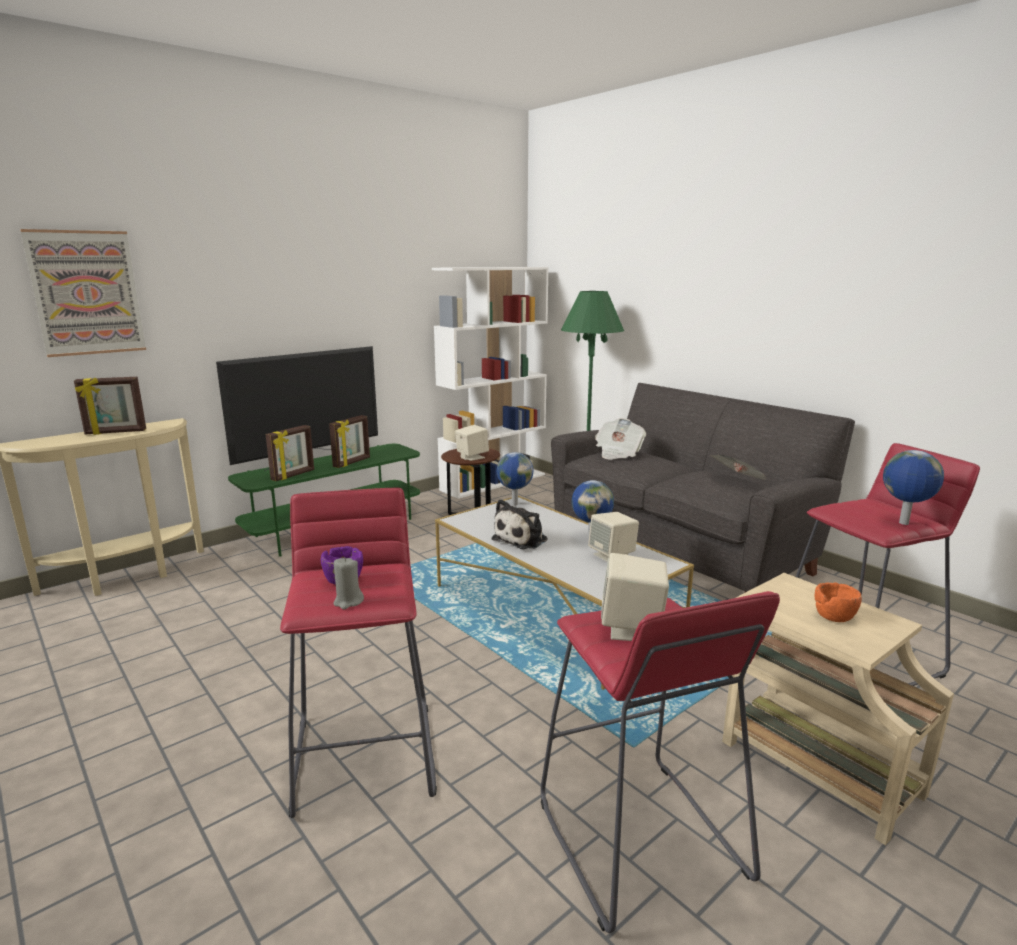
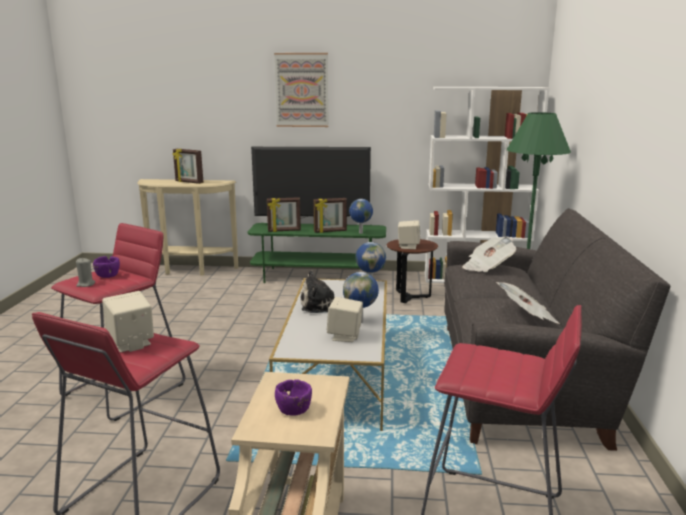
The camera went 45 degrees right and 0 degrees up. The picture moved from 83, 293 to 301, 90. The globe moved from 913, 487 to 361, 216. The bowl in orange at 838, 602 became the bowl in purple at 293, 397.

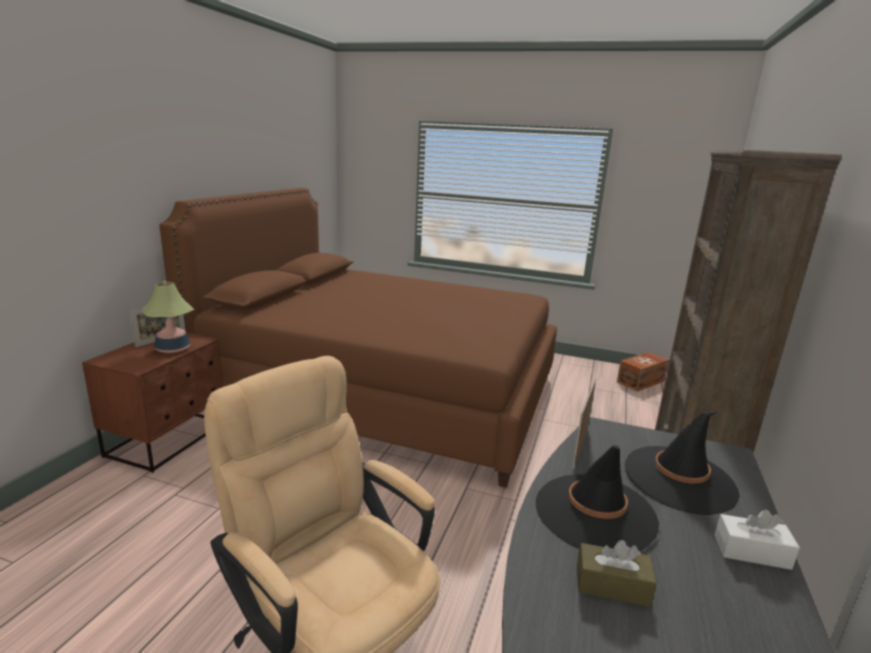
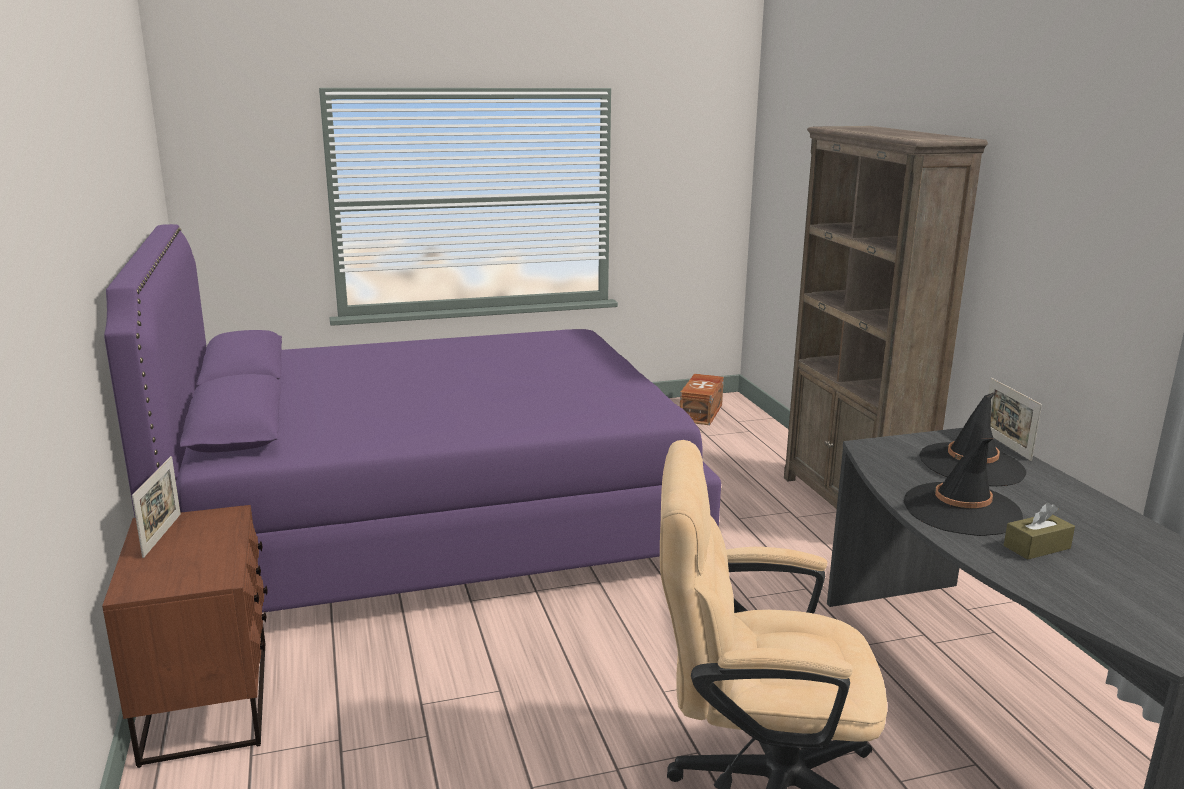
The camera went 35 degrees left and 0 degrees up. The table lamp at 168, 317 disappeared. The tissue box in white at 757, 539 disappeared. The picture frame moved from 584, 424 to 1015, 419. The bed in brown at 358, 338 became the bed in purple at 412, 418.

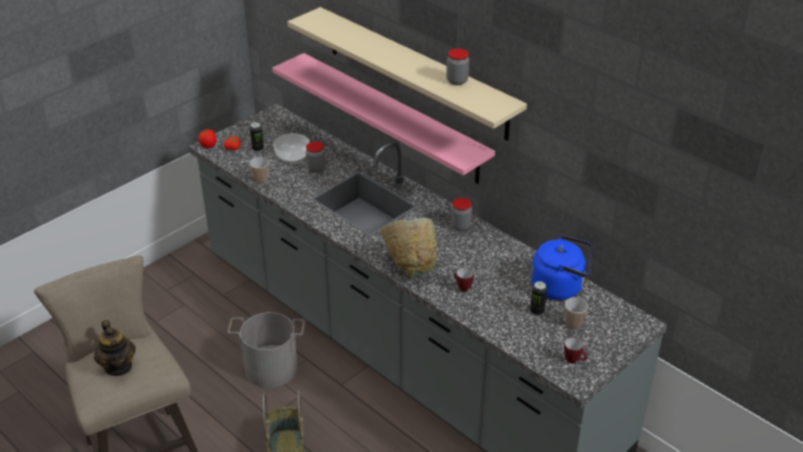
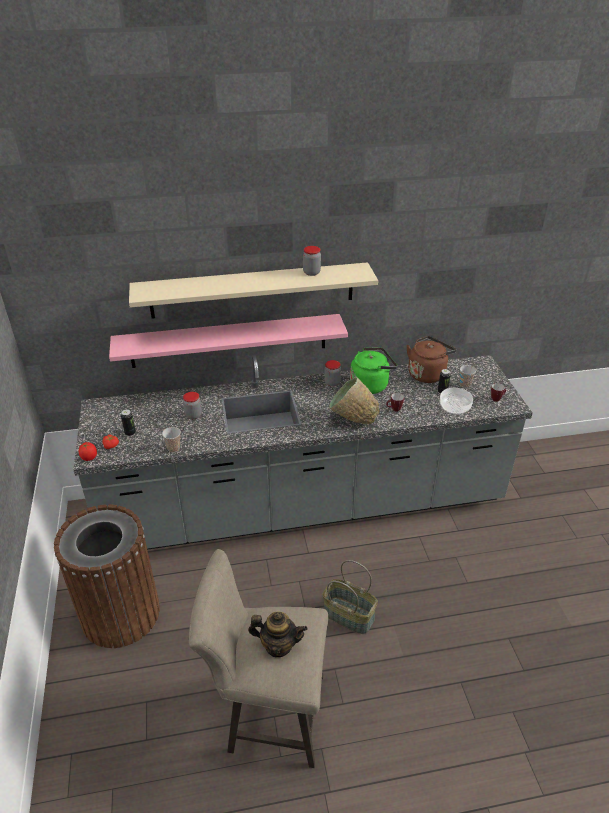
The camera went 55 degrees left and 0 degrees up. The bucket in grey at 266, 350 disappeared. The trash can in brown at 107, 576 appeared. The kettle in green at 374, 370 appeared. The bowl moved from 292, 148 to 456, 401. The kettle in blue at 561, 267 became the kettle in brown at 431, 359.

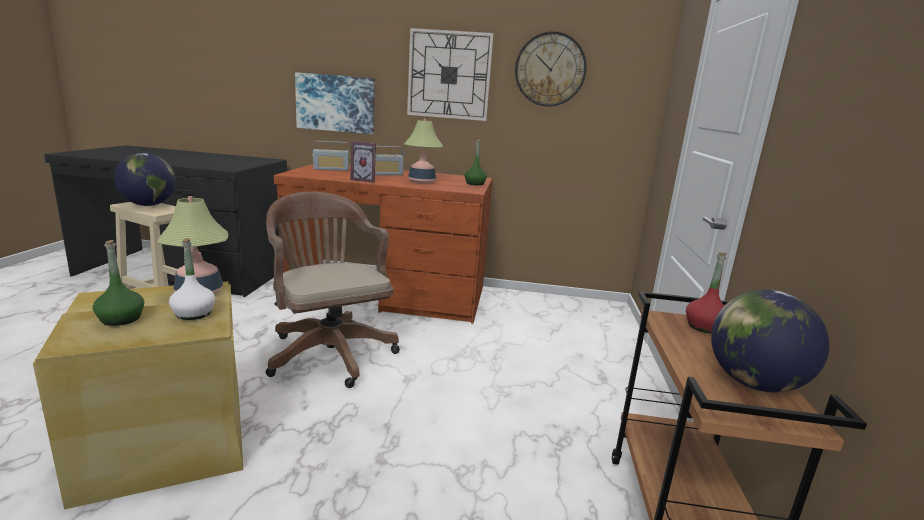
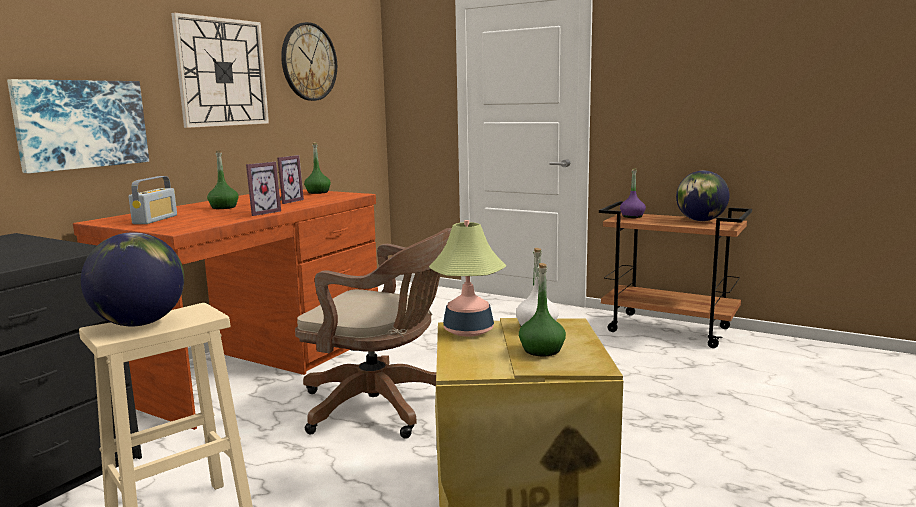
The camera went 65 degrees left and 5 degrees down. The radio at 389, 160 was replaced by the bottle in green at 223, 180. The table lamp at 423, 151 was replaced by the picture frame at 290, 179. The bottle in red at 706, 293 became the bottle in purple at 633, 193. The office chair in brown at 333, 290 turned 150 degrees counterclockwise.

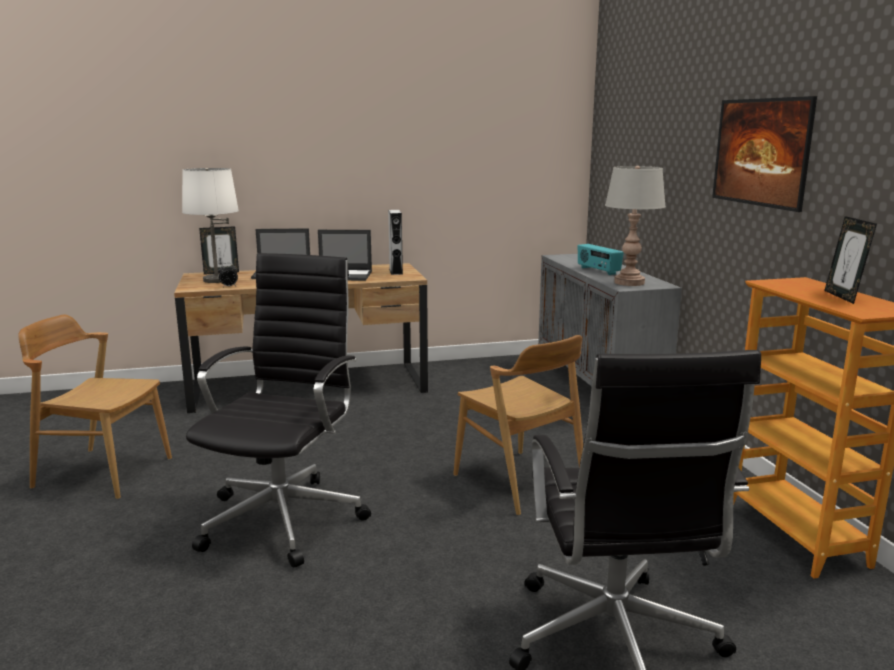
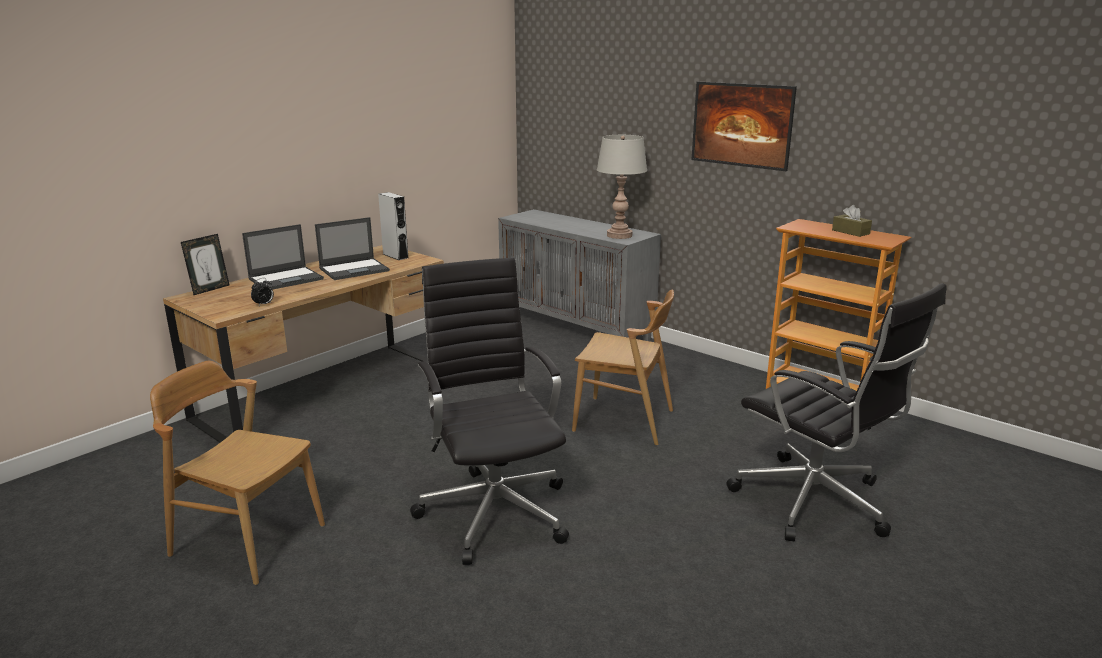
The camera went 35 degrees left and 5 degrees up. The table lamp in white at 210, 225 disappeared. The radio at 601, 259 disappeared. The picture frame at 850, 260 was replaced by the tissue box in brown at 852, 221. The chair in brown at 95, 407 turned 45 degrees clockwise.

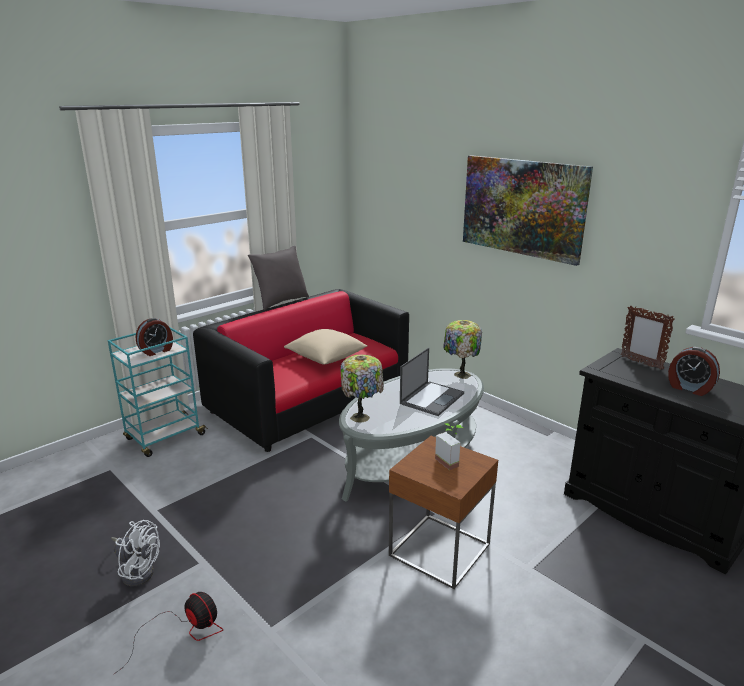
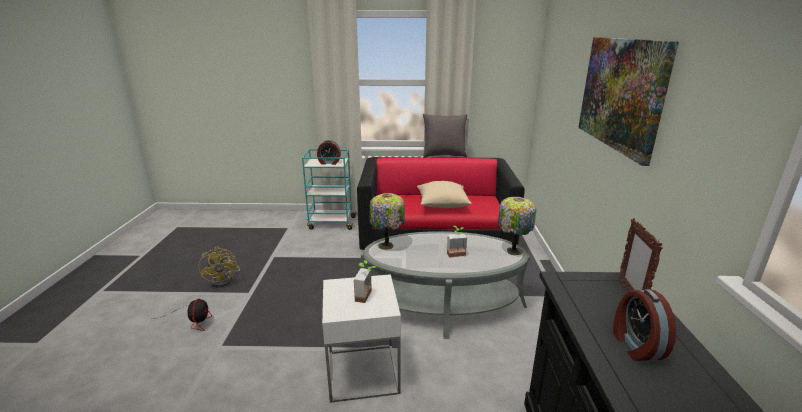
The camera went 45 degrees right and 0 degrees up. The laptop at 432, 382 was replaced by the potted plant at 457, 241. The fan in white at 135, 553 became the fan in yellow at 219, 267. The side table in brown at 443, 512 became the side table in white at 361, 338.

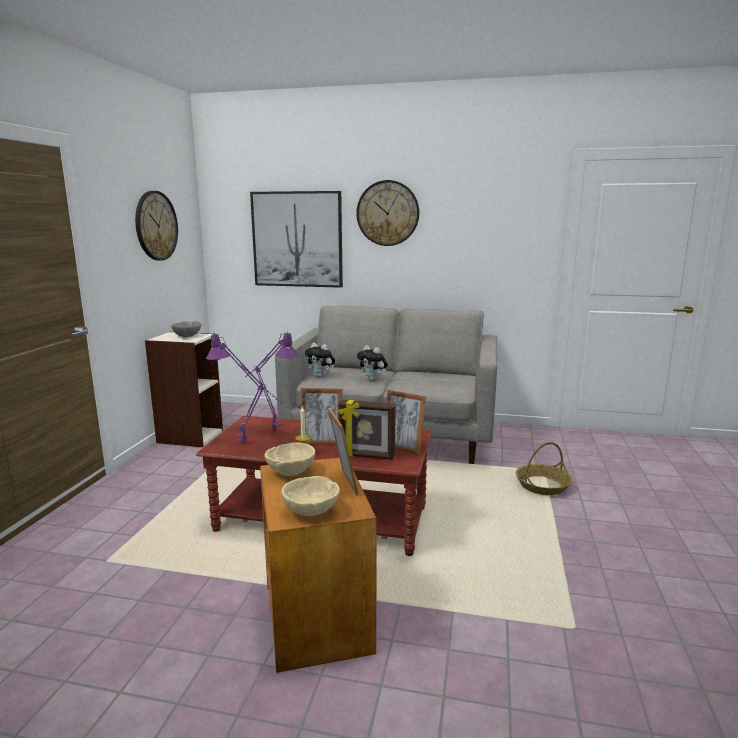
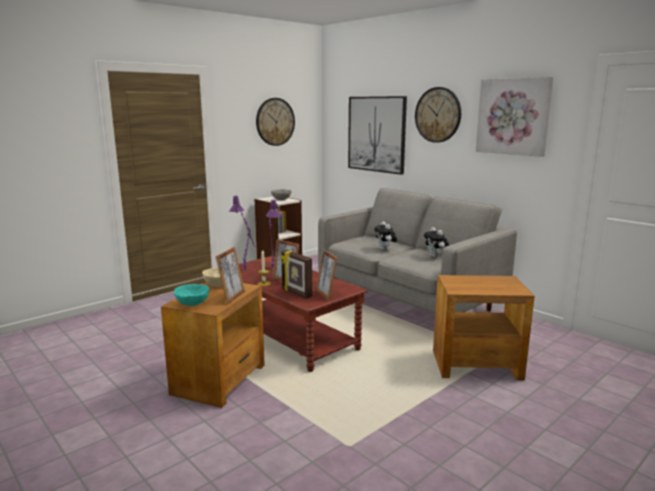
The camera went 35 degrees right and 0 degrees up. The picture at 515, 117 appeared. The plush toy moved from 320, 360 to 436, 242. The basket at 544, 468 was replaced by the side table in brown at 484, 327. The bowl in beige at 310, 496 became the bowl in turquoise at 191, 295.

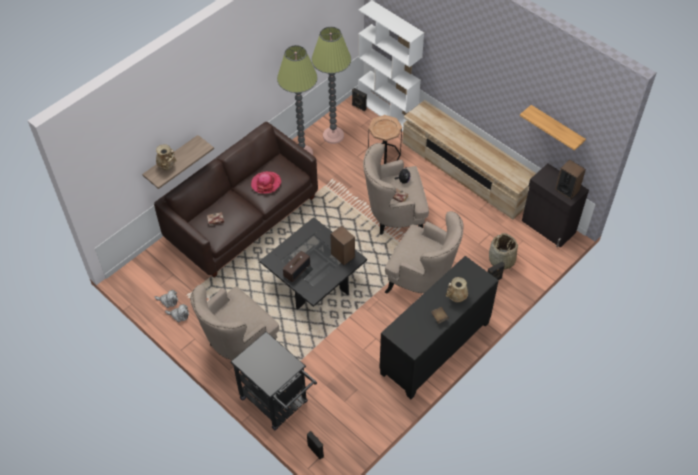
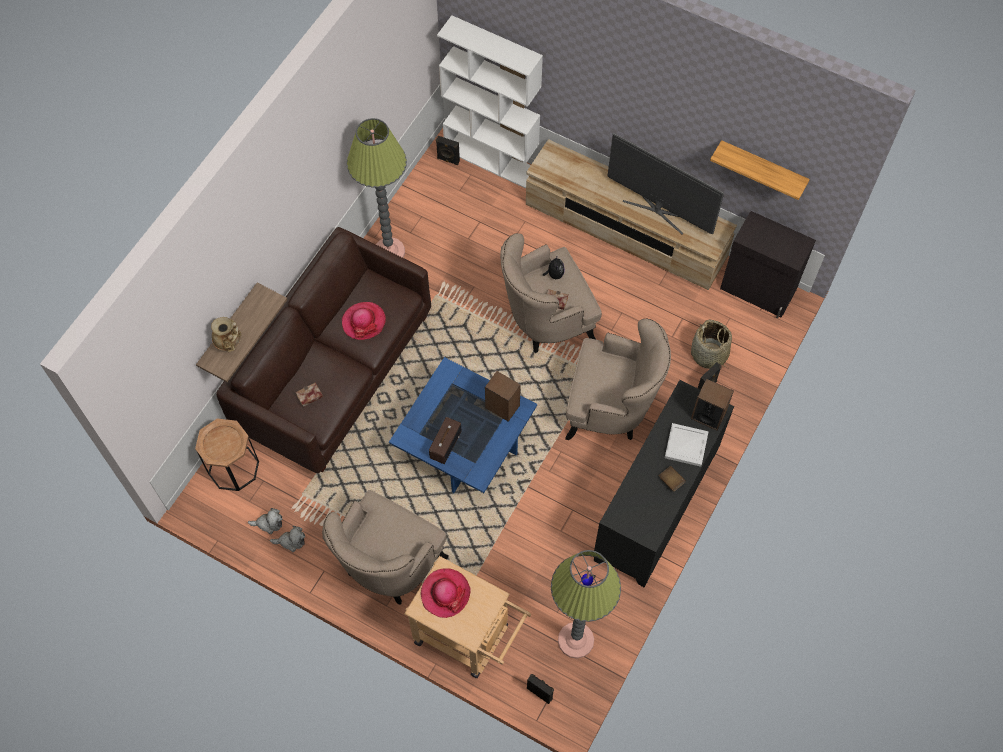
The camera went 15 degrees left and 10 degrees up. The hat at 446, 593 appeared. The television at 666, 183 appeared. The floor lamp moved from 331, 85 to 586, 604. The side table in brown moved from 385, 139 to 227, 455. The speaker moved from 570, 179 to 712, 405. The vase in beige at 457, 290 was replaced by the tray in white at 687, 445. The cart in black at 274, 381 became the cart in beige at 467, 617. The coffee table in black at 313, 263 became the coffee table in blue at 463, 425.

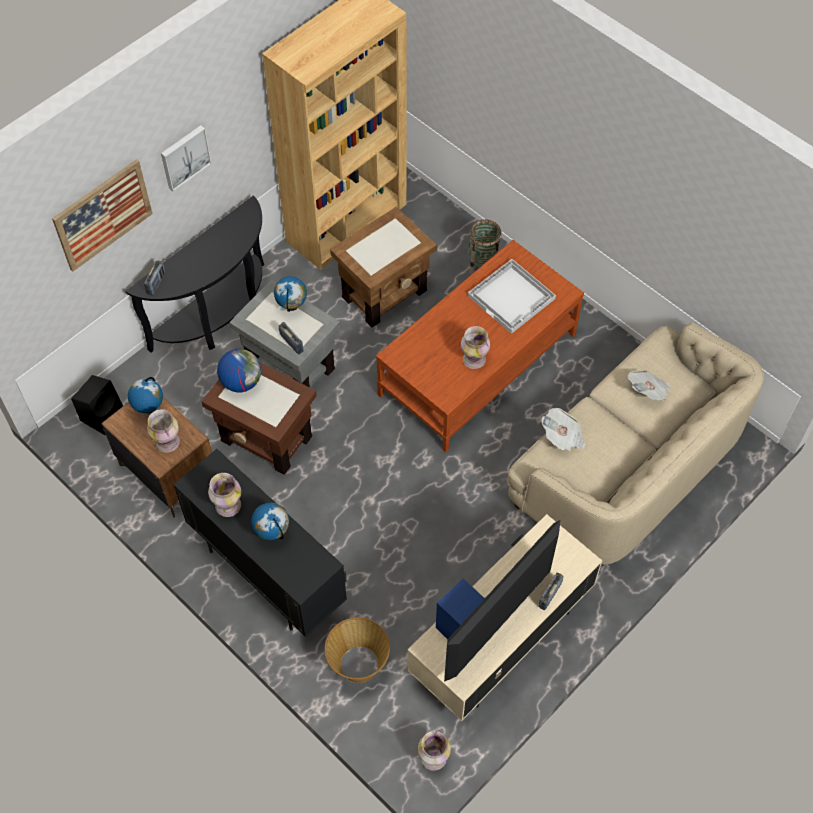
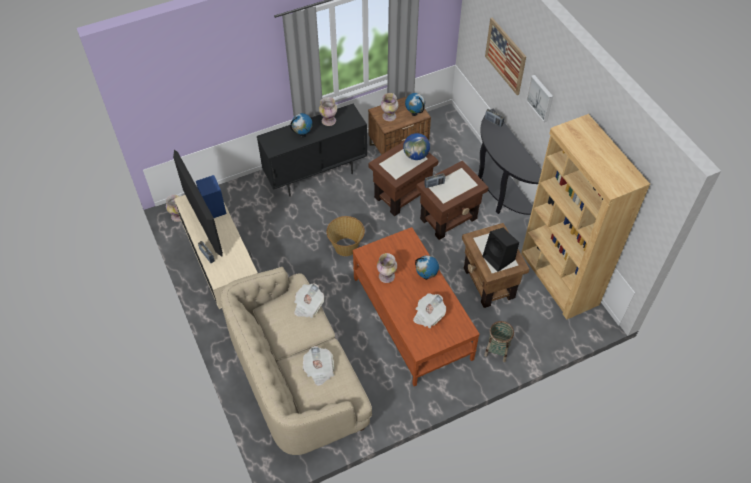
The camera went 110 degrees right and 5 degrees down. The speaker in black moved from 97, 405 to 500, 250. The globe moved from 290, 294 to 427, 267. The basket moved from 357, 650 to 346, 236. The tray in white at 512, 296 was replaced by the newspaper at 429, 310. The side table in grey at 284, 333 became the side table in brown at 453, 200.

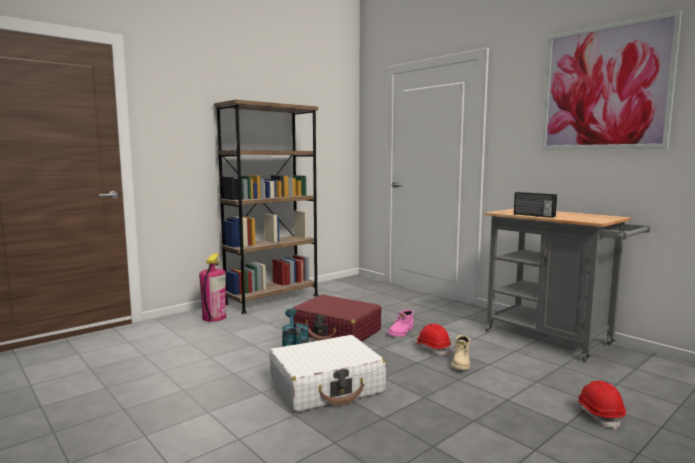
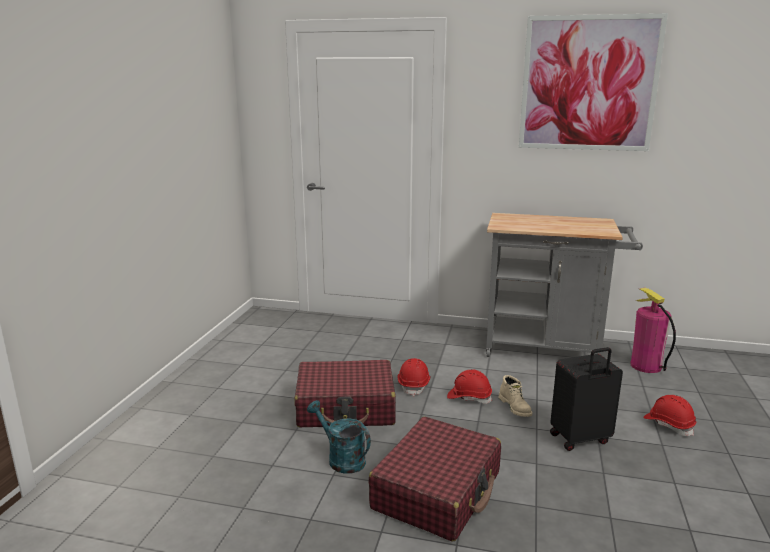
The camera went 35 degrees left and 10 degrees up. The bookcase in brown at 266, 207 disappeared. The radio at 535, 205 disappeared. The suitcase in black at 586, 399 appeared. The fire extinguisher moved from 213, 287 to 653, 330. The boot in pink at 400, 323 was replaced by the hard hat in red at 414, 377. The suitcase in white at 327, 373 became the suitcase in red at 435, 479.

